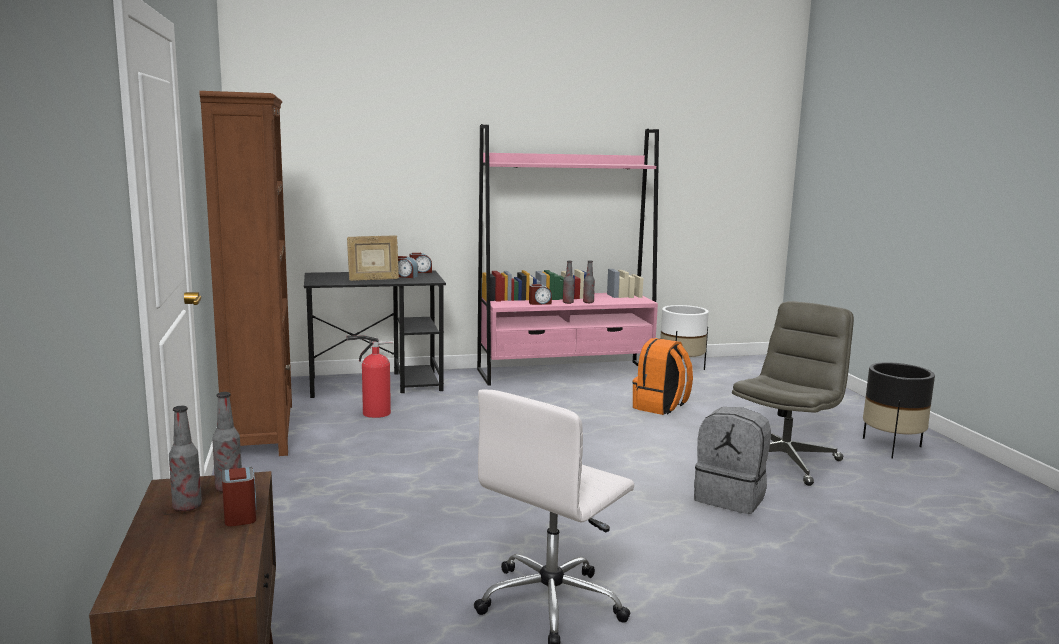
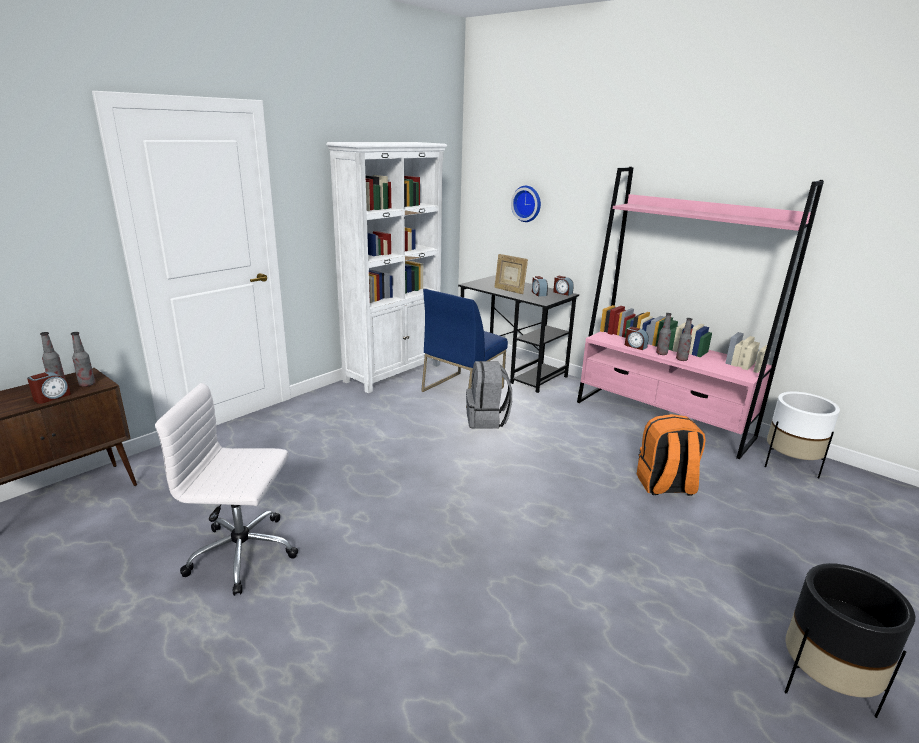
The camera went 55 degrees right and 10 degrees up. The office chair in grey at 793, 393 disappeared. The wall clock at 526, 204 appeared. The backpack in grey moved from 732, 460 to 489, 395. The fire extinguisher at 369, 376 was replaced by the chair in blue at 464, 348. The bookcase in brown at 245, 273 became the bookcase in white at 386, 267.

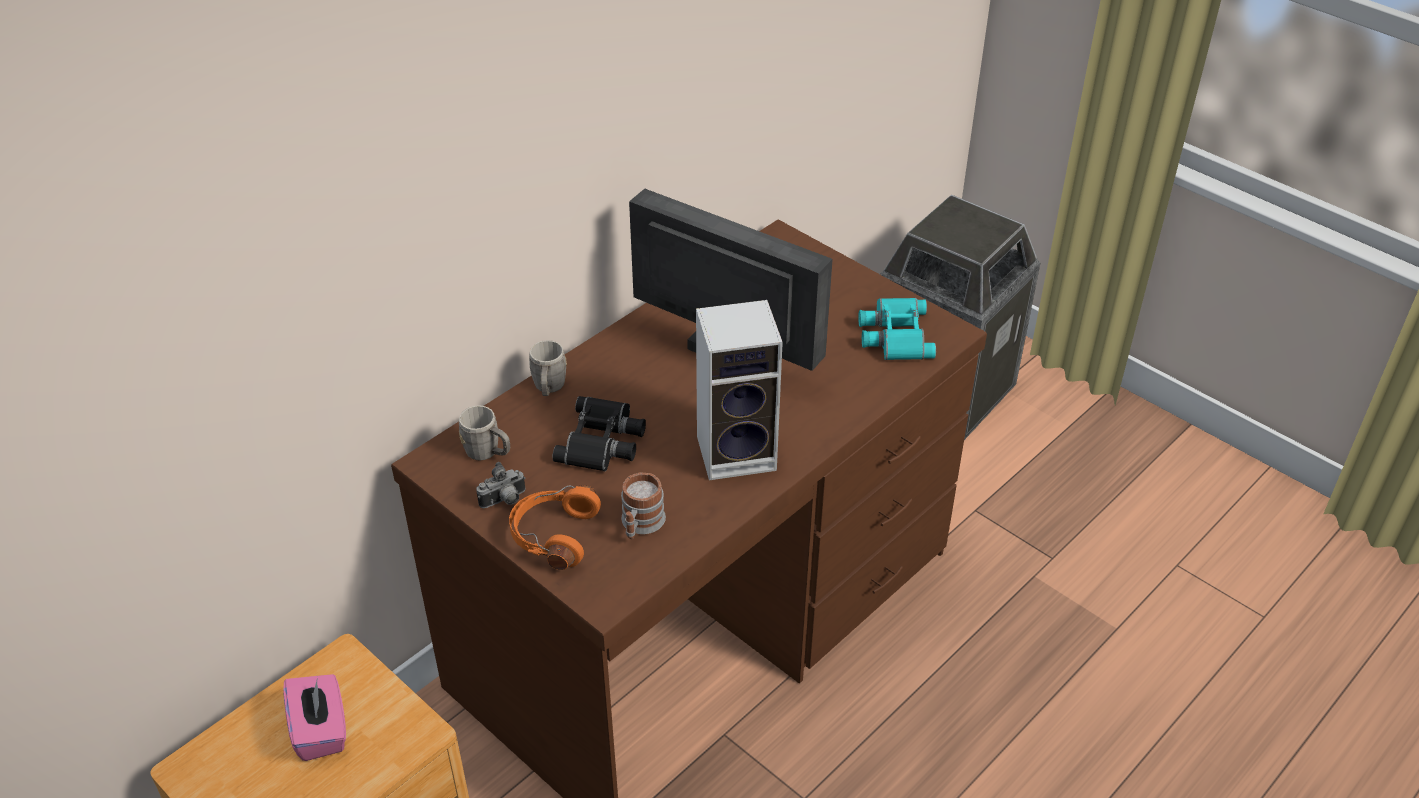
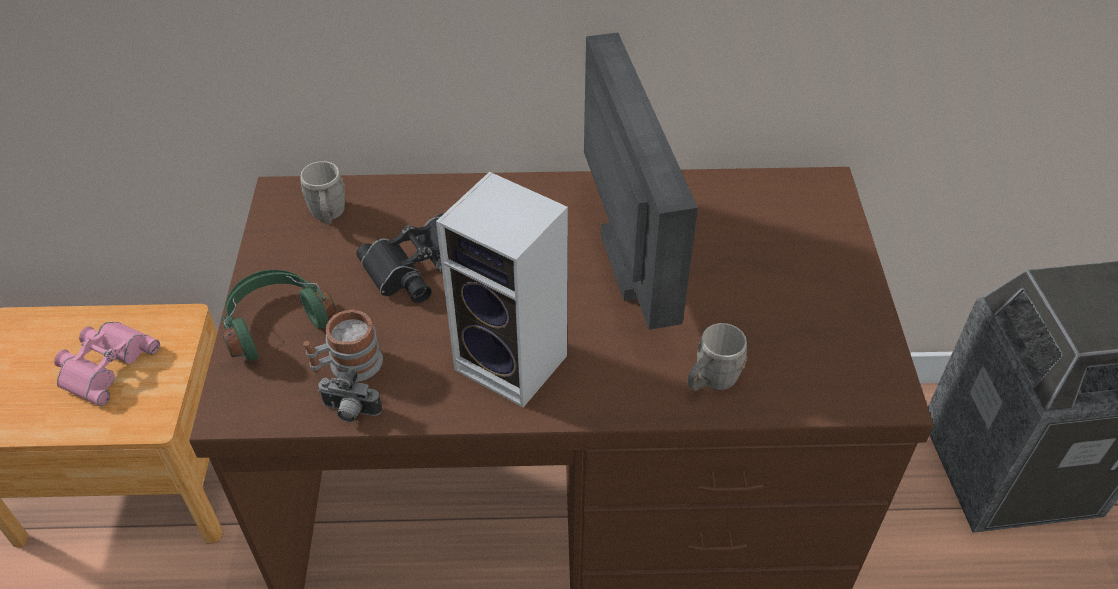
The camera went 45 degrees right and 5 degrees up. The binoculars in turquoise at 897, 329 disappeared. The photo camera moved from 500, 485 to 350, 395. The mug in grey moved from 548, 368 to 717, 357. The tissue box in pink at 314, 717 was replaced by the binoculars in pink at 107, 364. The headphones in orange at 555, 527 became the headphones in green at 279, 315.

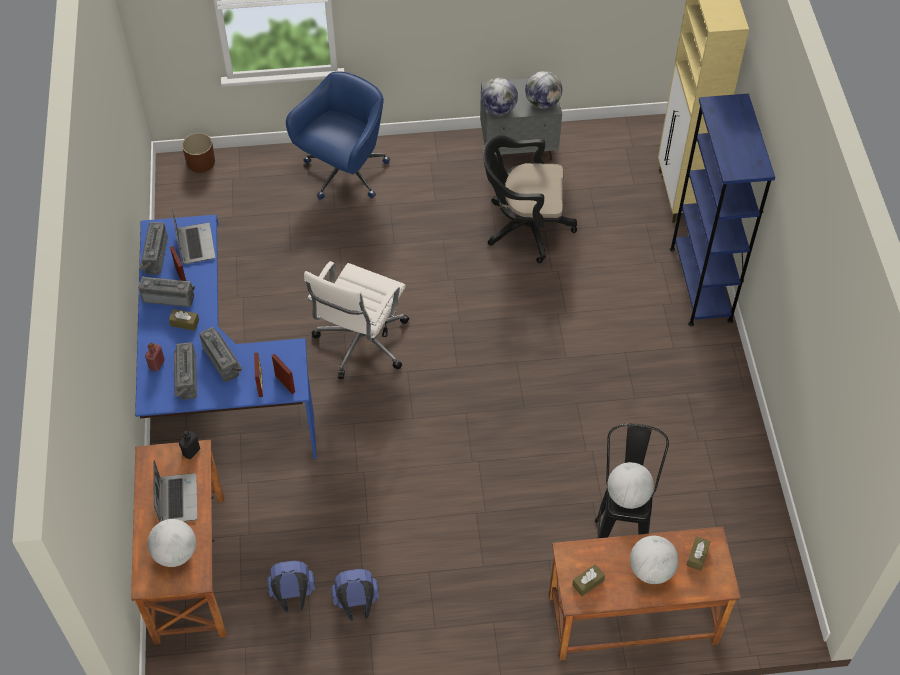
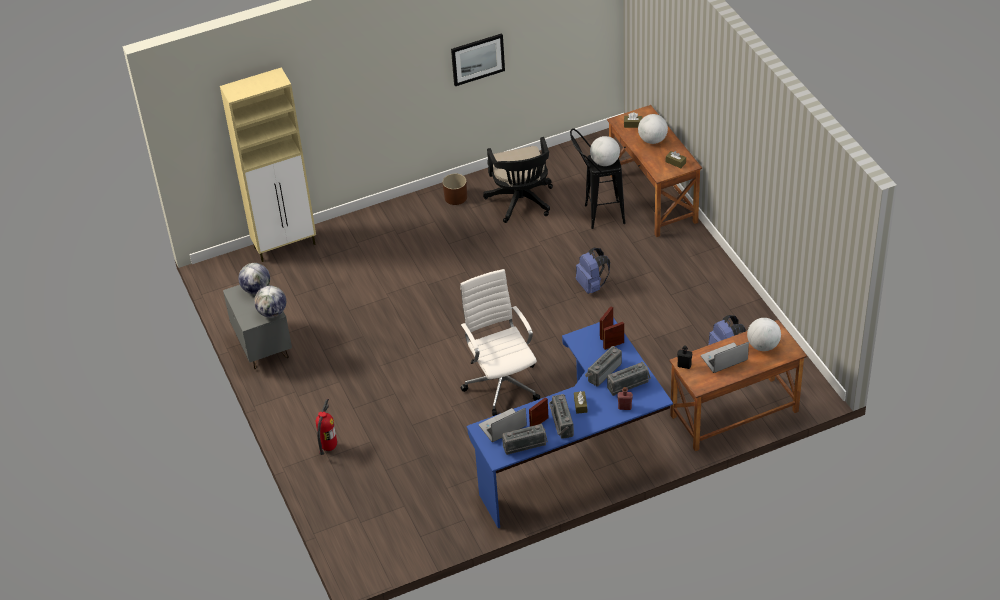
The camera went 105 degrees left and 10 degrees down. The bookcase in blue at 722, 209 disappeared. The picture at 478, 59 appeared. The planter in brown moved from 198, 153 to 455, 189. The backpack in blue moved from 355, 595 to 593, 271. The office chair in black moved from 530, 199 to 518, 180. The office chair in blue at 338, 135 was replaced by the fire extinguisher at 326, 426. The office chair in white at 356, 320 turned 120 degrees counterclockwise.

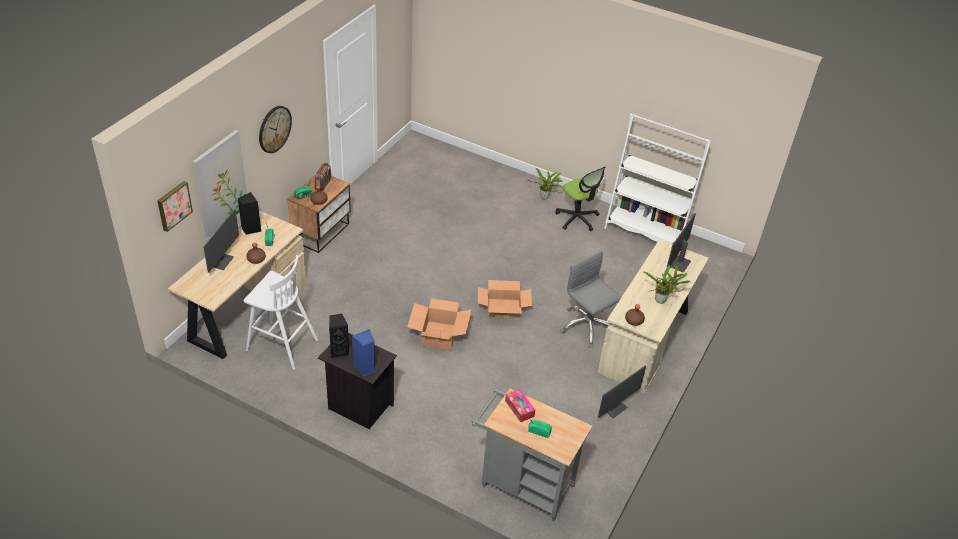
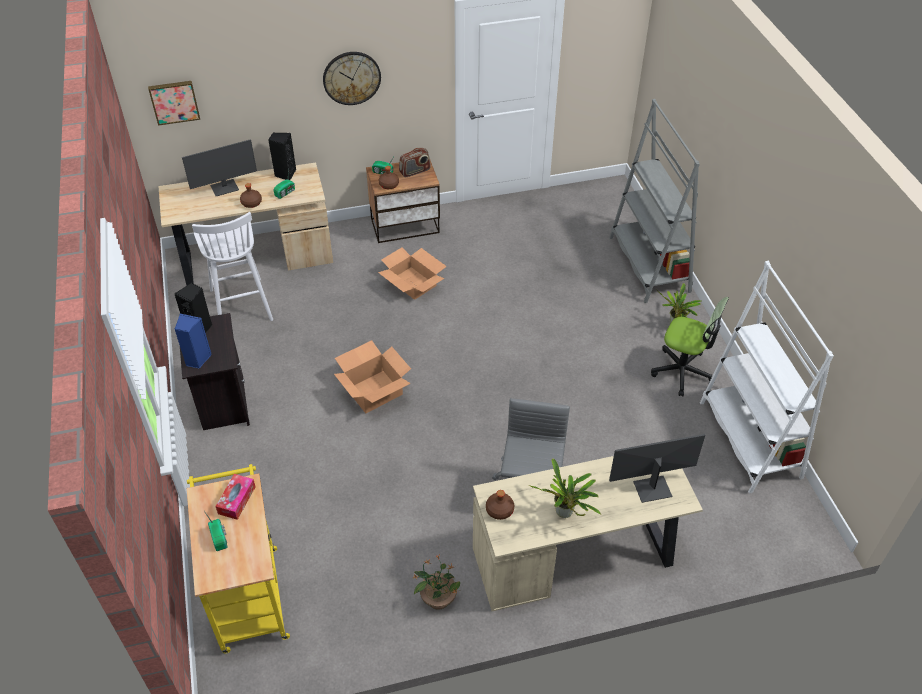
The camera went 50 degrees right and 5 degrees up. The picture at 220, 184 disappeared. The bookcase in grey at 654, 201 appeared. The cardboard box moved from 505, 298 to 412, 273. The monitor at 622, 391 was replaced by the potted plant at 436, 582. The cart in grey at 532, 455 became the cart in yellow at 238, 558. The office chair at 580, 199 turned 75 degrees counterclockwise.

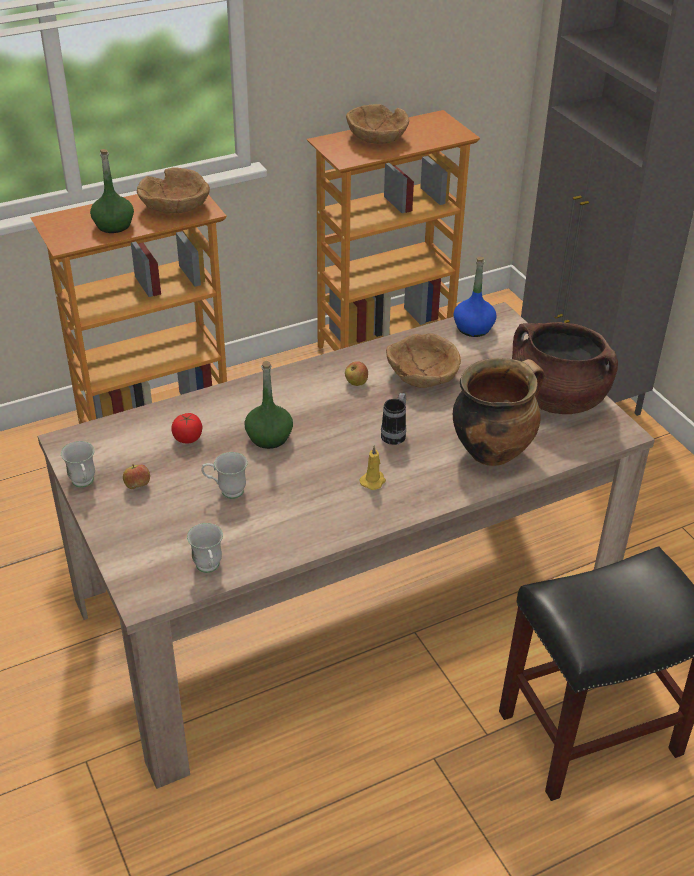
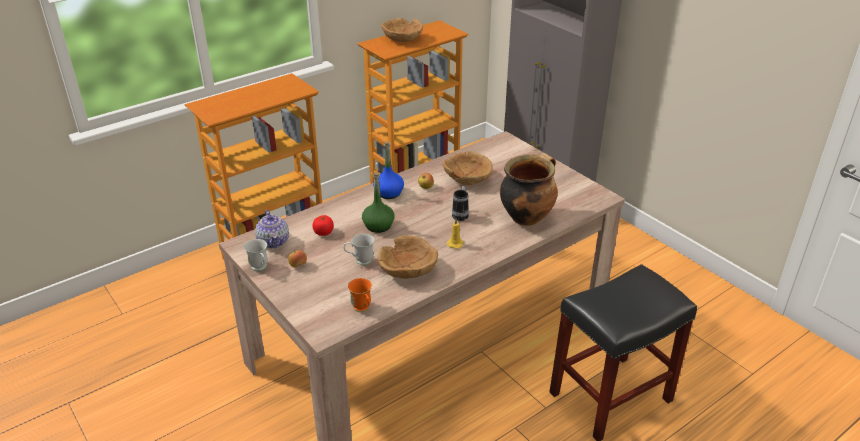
The camera went 10 degrees left and 5 degrees down. The bottle in green at 112, 191 disappeared. The cooking pot in brown at 565, 368 disappeared. The teapot at 272, 229 appeared. The bowl in brown moved from 173, 190 to 408, 257. The bottle in blue moved from 475, 297 to 388, 170. The mug in white at 205, 548 became the mug in orange at 359, 295.

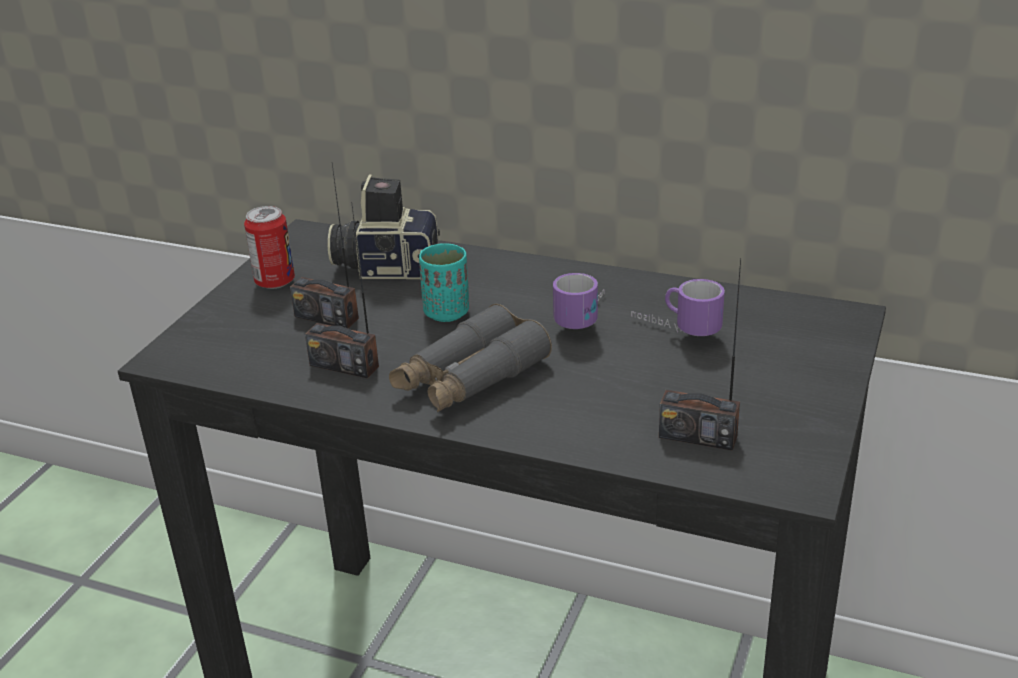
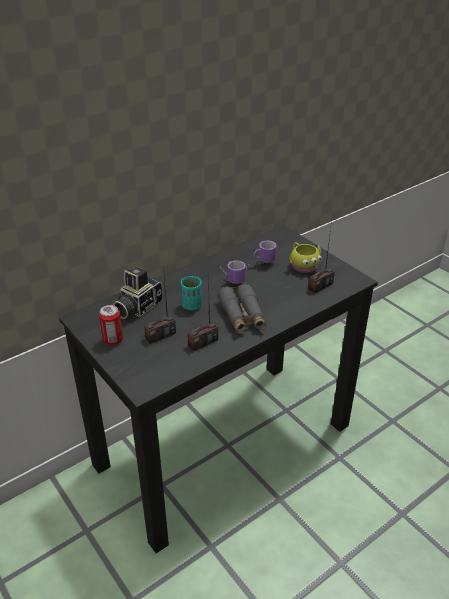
The camera went 60 degrees left and 5 degrees up. The mug in yellow at 305, 257 appeared.

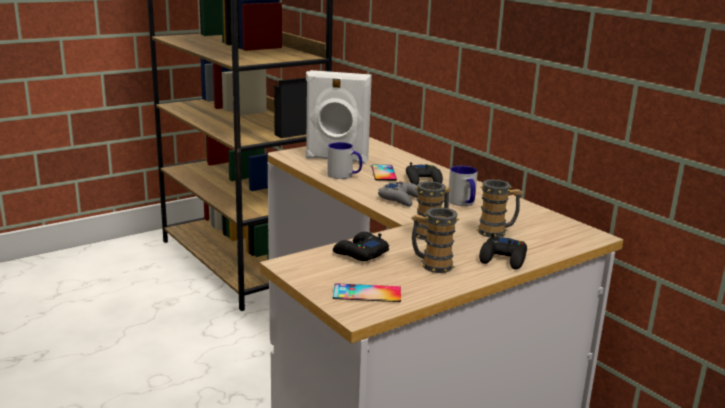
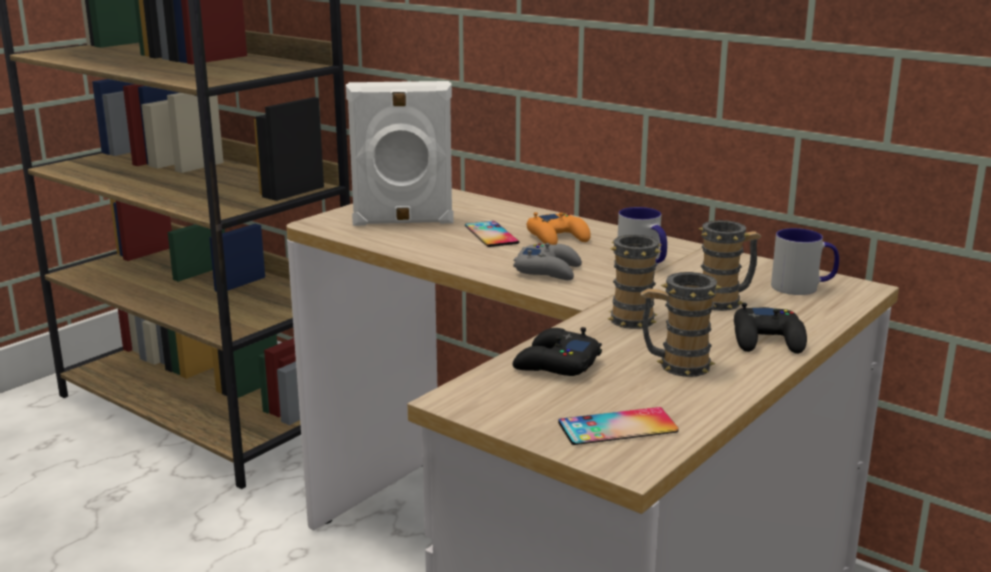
The camera went 15 degrees left and 0 degrees up. The mug moved from 344, 160 to 805, 261. The game controller in black at 424, 173 became the game controller in orange at 559, 228.

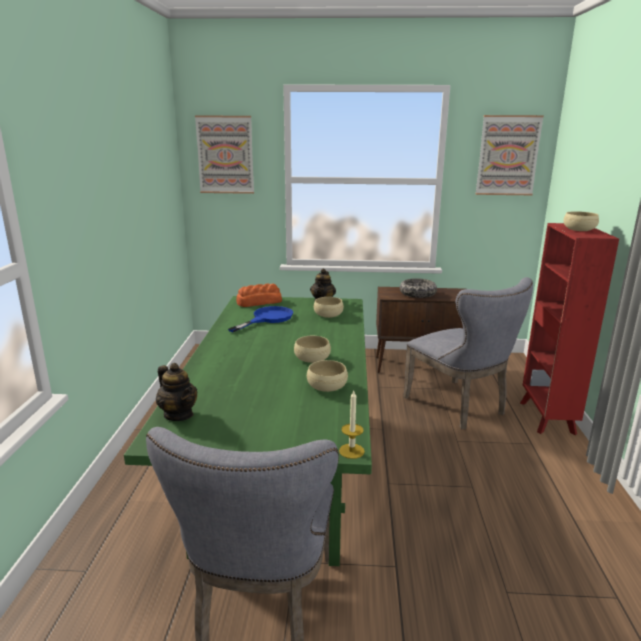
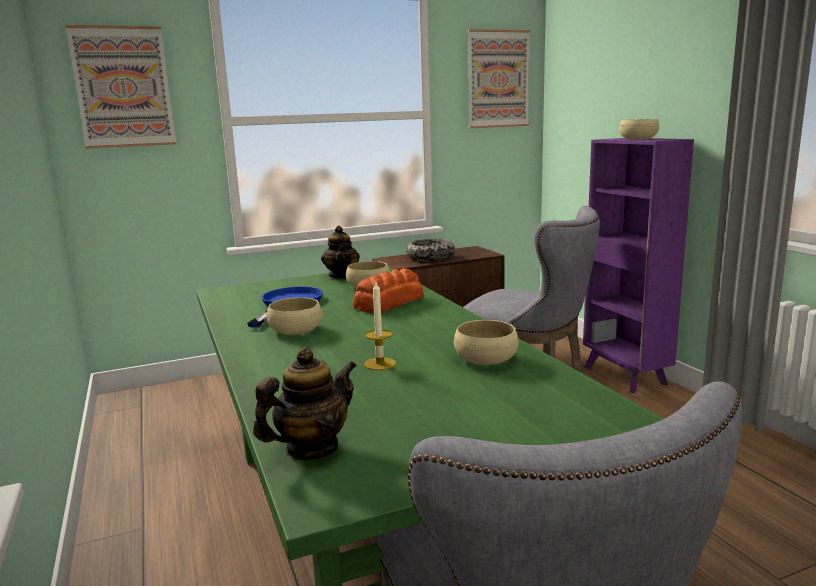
The camera went 25 degrees left and 5 degrees down. The bread moved from 259, 295 to 388, 290. The bowl in beige moved from 312, 349 to 294, 316. The candle moved from 352, 425 to 380, 326. The bookcase in red at 569, 329 became the bookcase in purple at 638, 265. The teapot at 176, 392 turned 60 degrees counterclockwise.

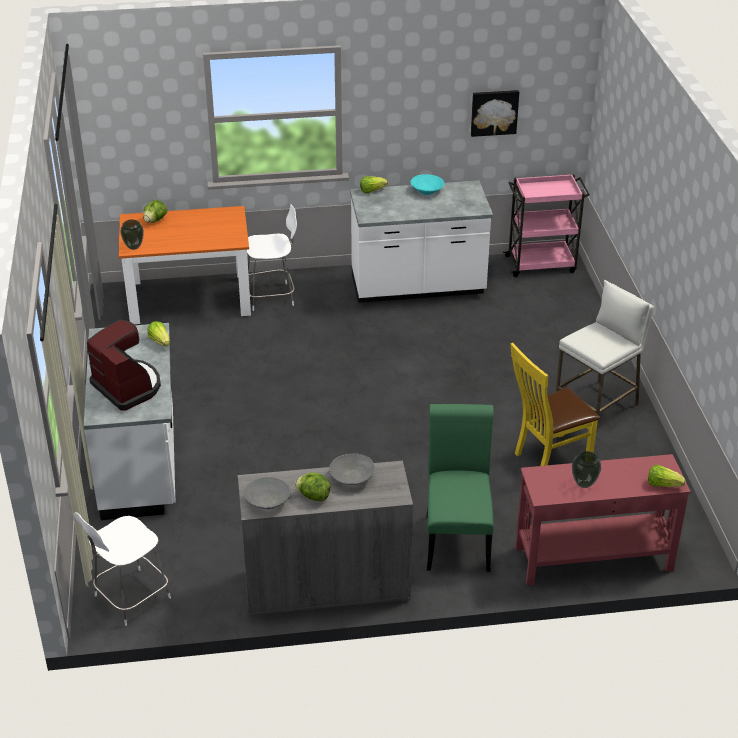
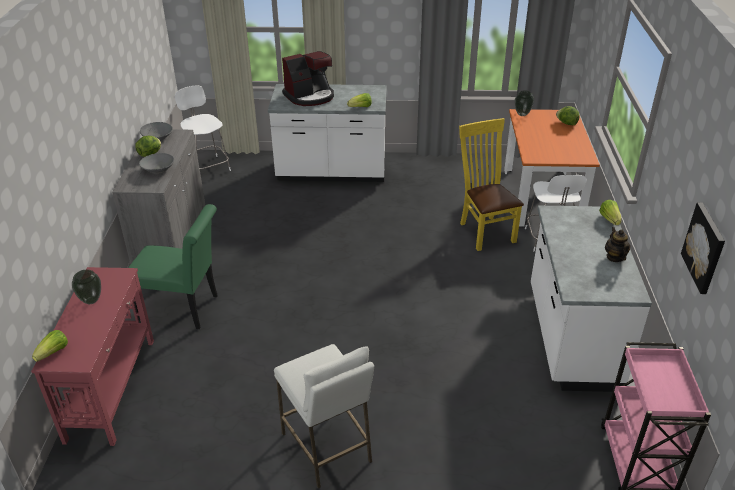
The camera went 100 degrees right and 0 degrees up. The chair in yellow moved from 555, 404 to 491, 184. The bowl in turquoise at 427, 184 was replaced by the teapot at 618, 244.

